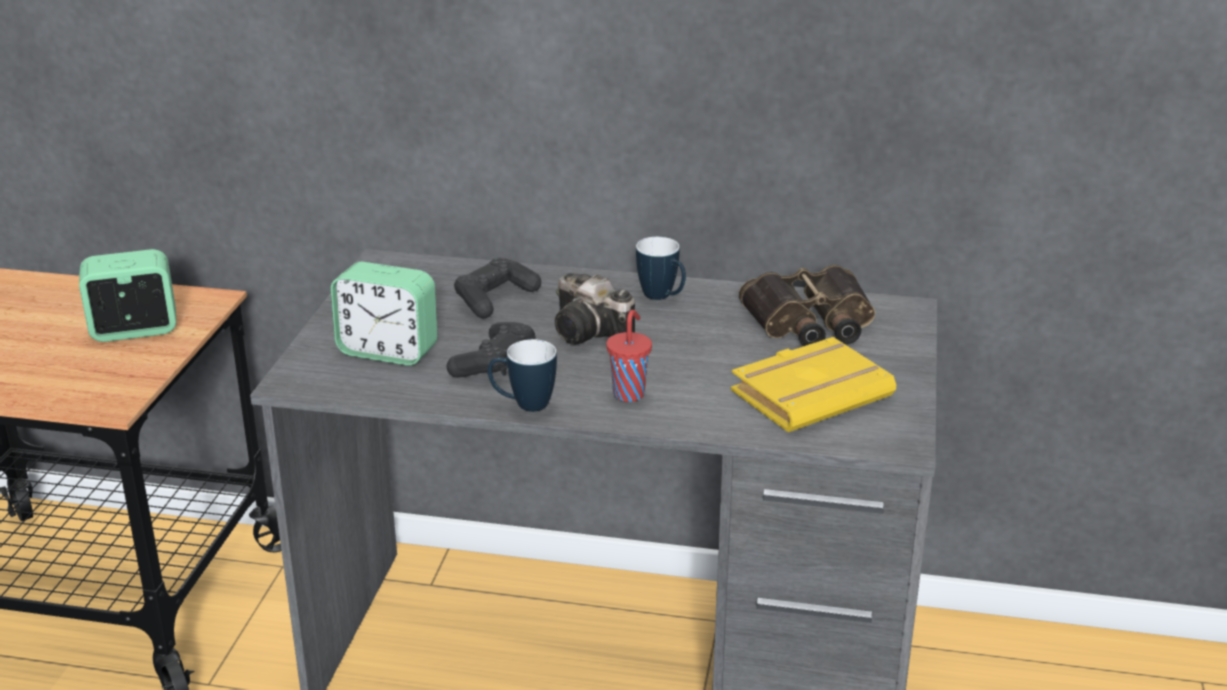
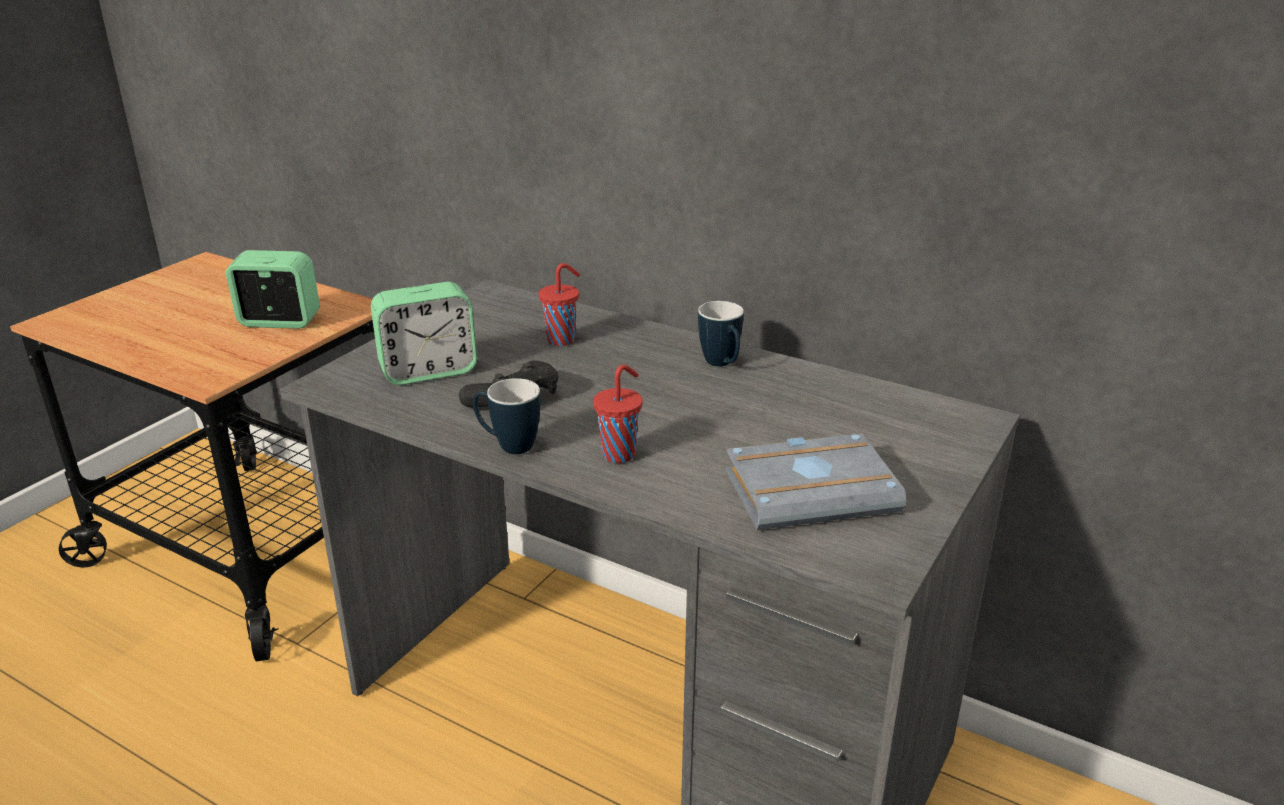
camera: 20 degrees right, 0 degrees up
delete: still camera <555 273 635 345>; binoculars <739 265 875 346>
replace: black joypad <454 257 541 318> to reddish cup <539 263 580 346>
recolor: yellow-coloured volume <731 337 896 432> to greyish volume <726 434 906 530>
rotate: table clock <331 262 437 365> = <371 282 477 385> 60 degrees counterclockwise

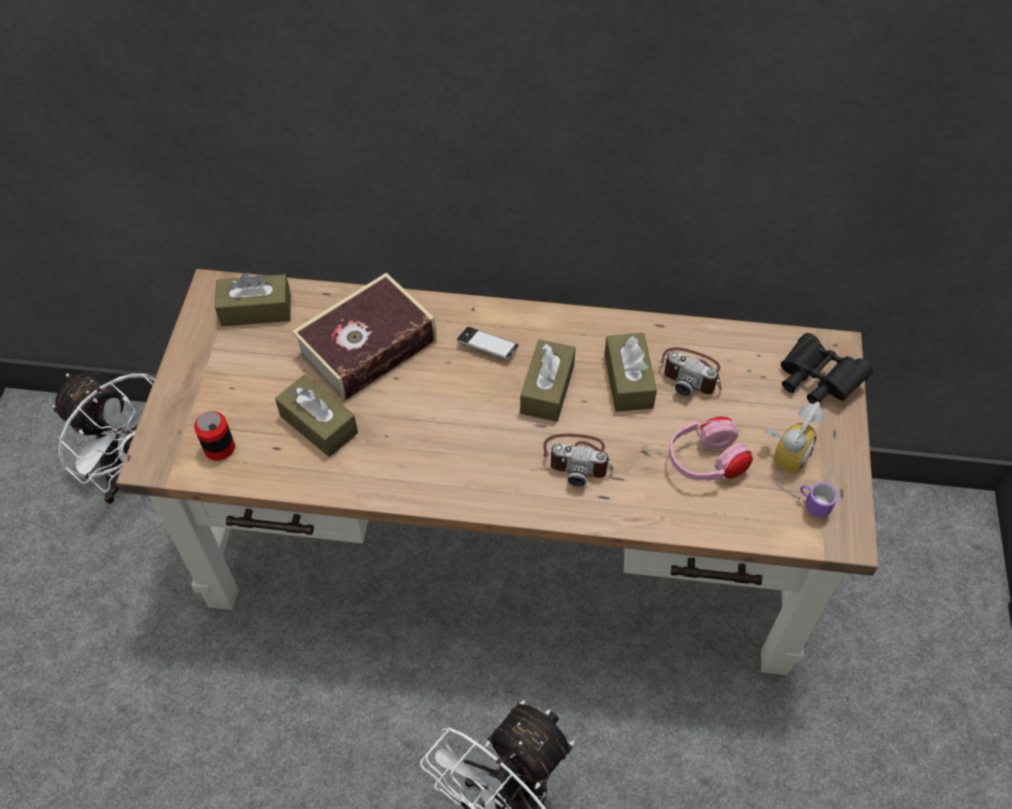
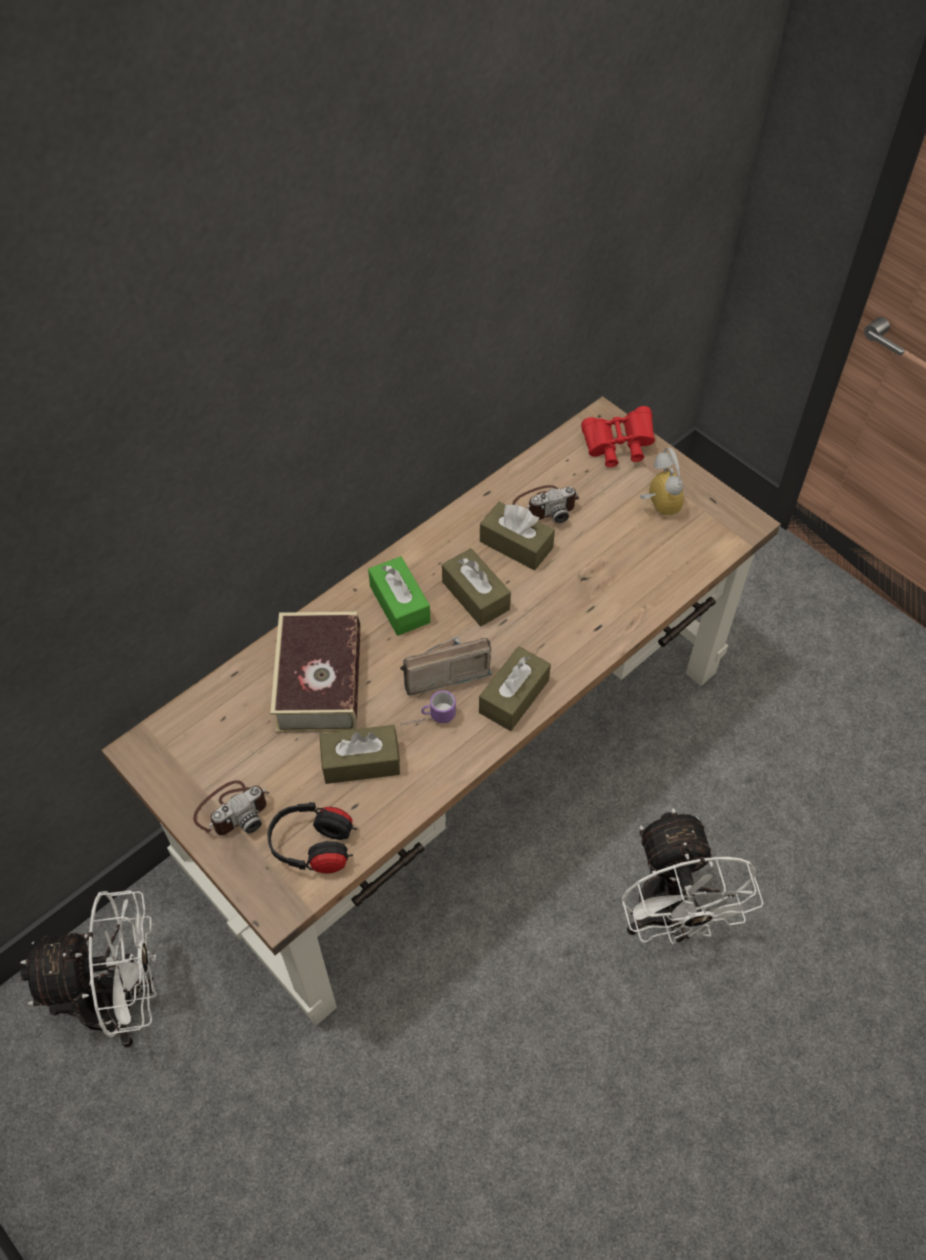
camera: 50 degrees left, 0 degrees up
delete: pink headphones <669 417 754 481>
insert: radio receiver <400 637 492 696>
move: brown-coloured tissue box <215 273 291 326> to <479 646 551 731>; still camera <543 434 613 487> to <193 780 269 835>; mug <776 482 838 518> to <401 690 456 725>
replace: metal can <194 411 235 461> to black headphones <267 802 357 873>; handset <457 327 519 359> to greenish tissue box <368 556 431 636>
recolor: black binoculars <781 333 873 404> to reddish binoculars <581 406 655 467>

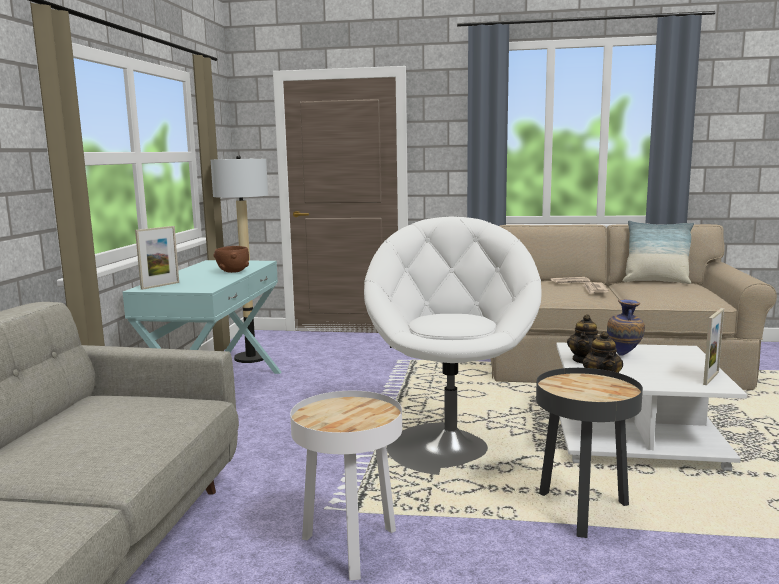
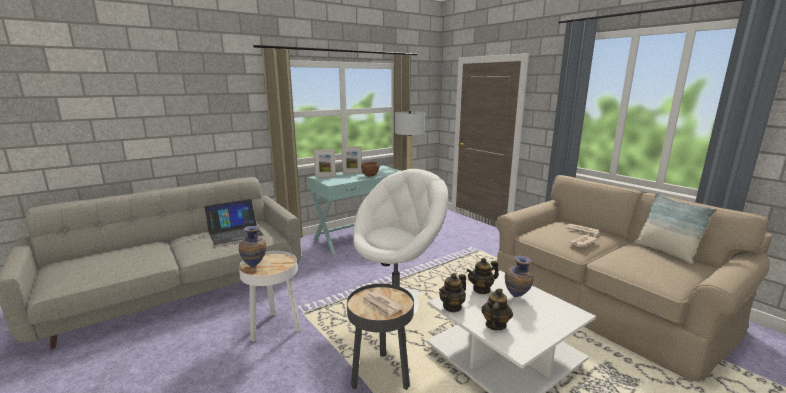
camera: 45 degrees right, 5 degrees up
insert: laptop <205 199 264 245>; flower vase <239 226 266 267>; newspaper <361 290 403 318>; pot for tea <481 289 513 330>
move: photo frame <703 308 724 385> to <342 146 362 174>

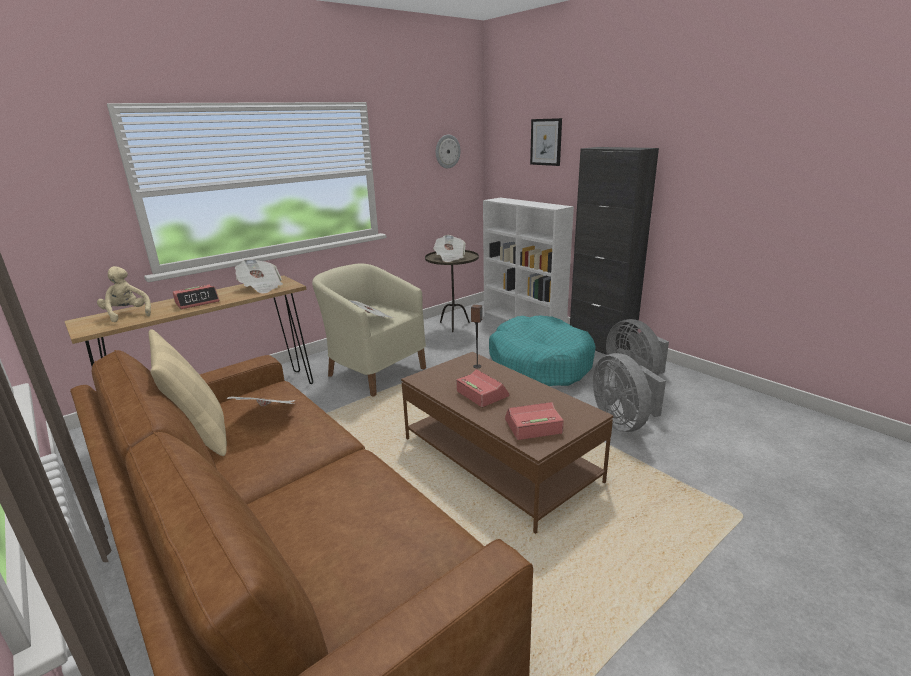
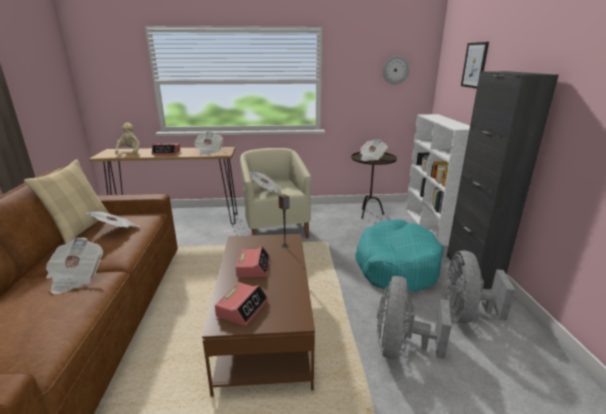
camera: 35 degrees right, 0 degrees up
insert: newspaper <46 238 103 294>
rotate: table clock <505 402 564 440> = <215 282 268 326> 90 degrees clockwise

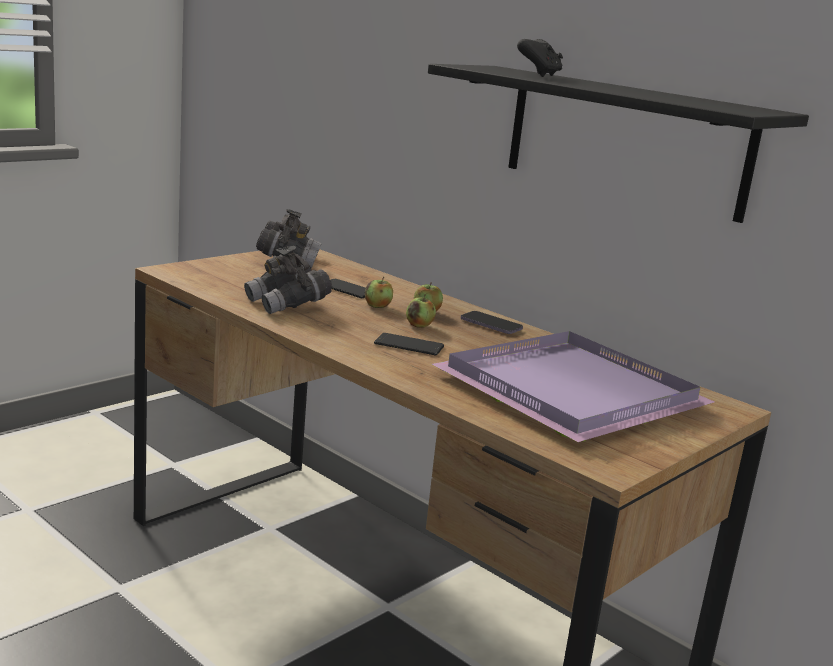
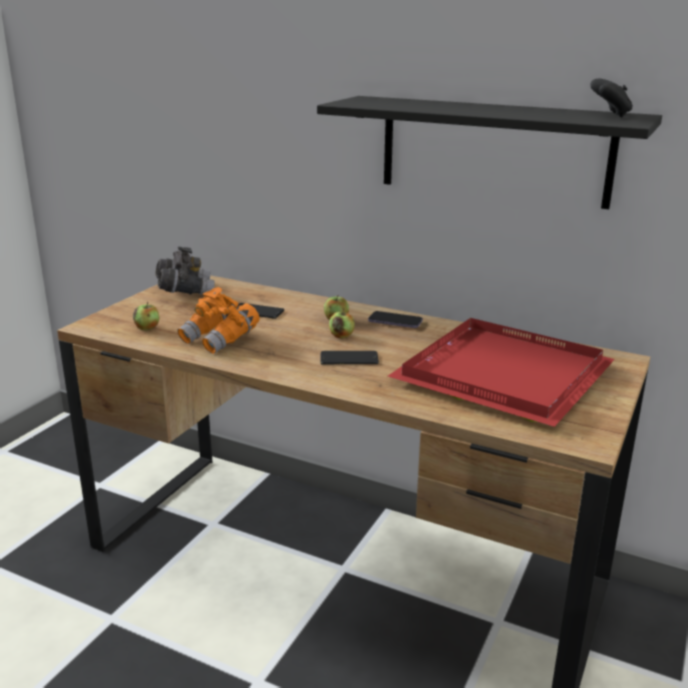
camera: 15 degrees left, 5 degrees up
move: whole apple <365 277 393 308> to <133 302 160 330>; black joypad <517 39 563 77> to <591 79 633 118>
recolor: greyish binoculars <244 246 332 314> to orange-coloured binoculars <177 287 260 354>; purple carrying tray <432 331 714 442> to reddish carrying tray <388 318 615 427>

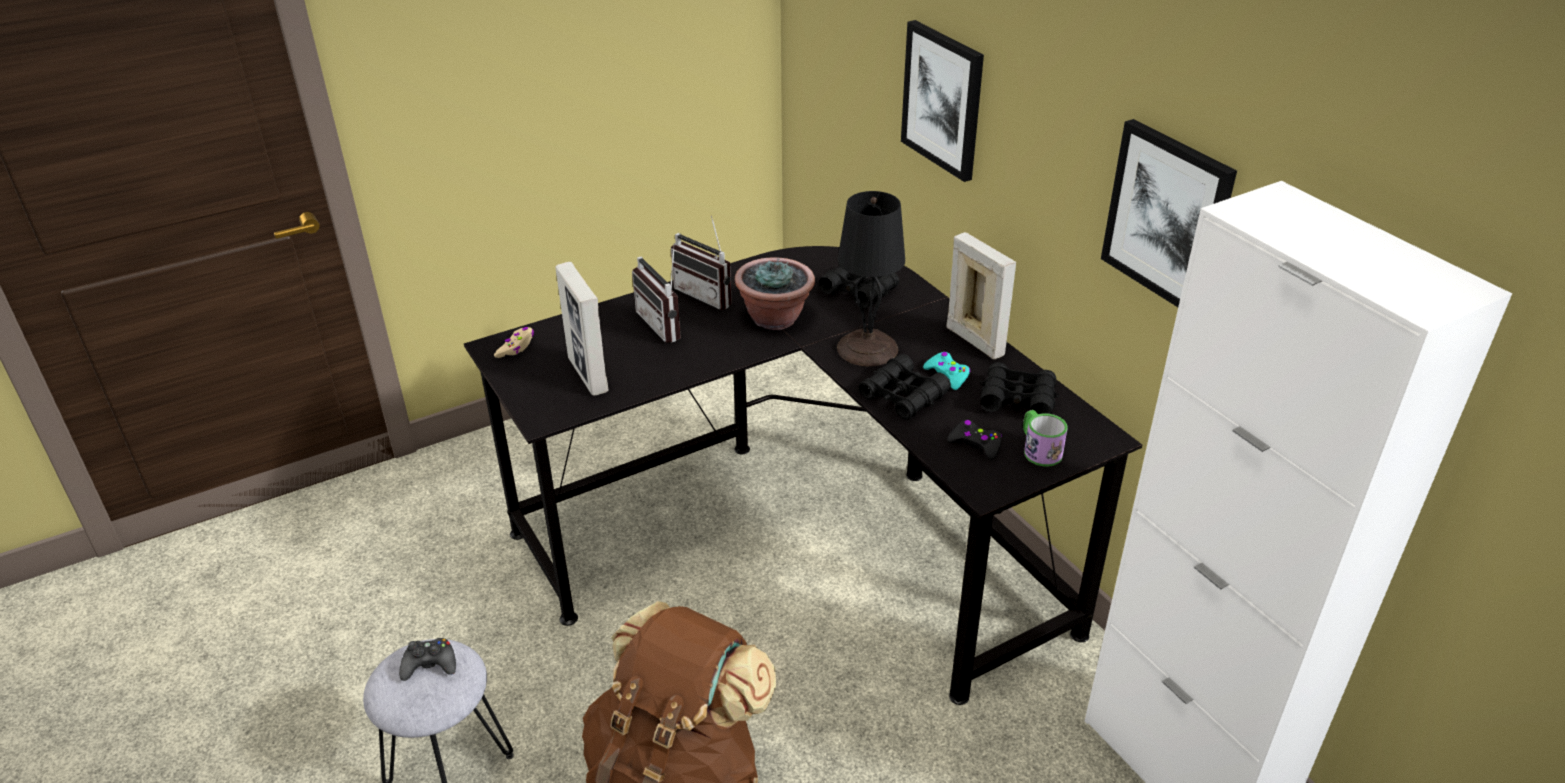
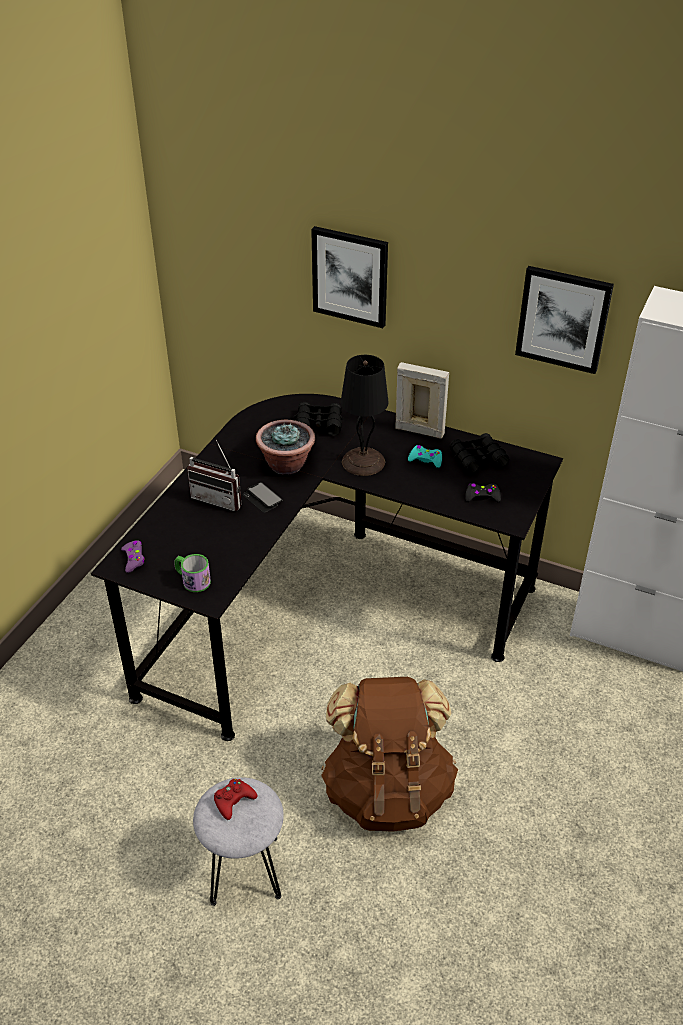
camera: 35 degrees left, 5 degrees up
delete: photo frame <555 262 609 396>; radio receiver <671 216 732 310>; black binoculars <859 354 951 420>
insert: handset <242 482 283 512>
move: mug <1023 410 1068 466> to <174 554 211 592>
recolor: black joypad <399 638 456 681> to reddish joypad <214 779 257 820>; beige-coloured joypad <494 327 534 358> to purple joypad <121 540 145 573>

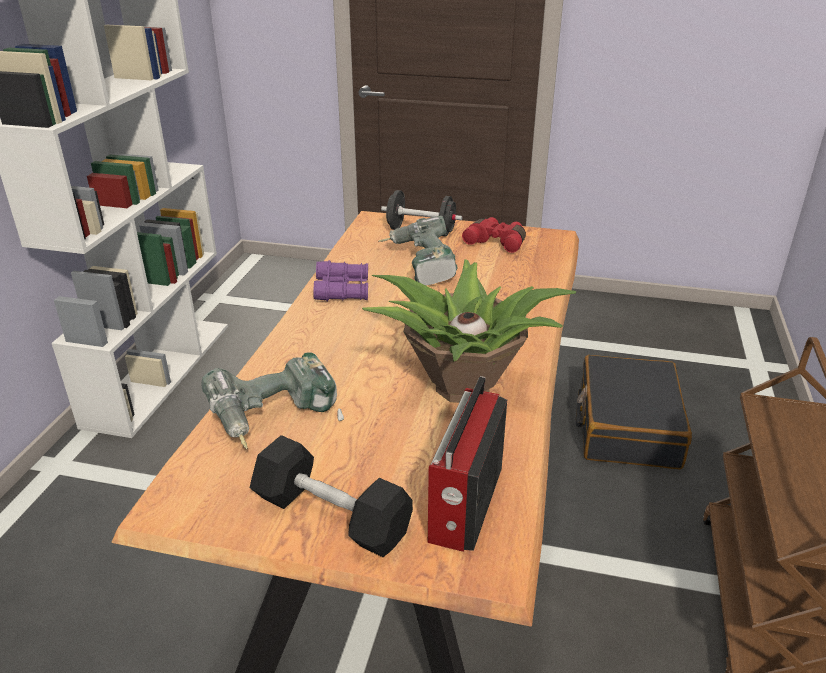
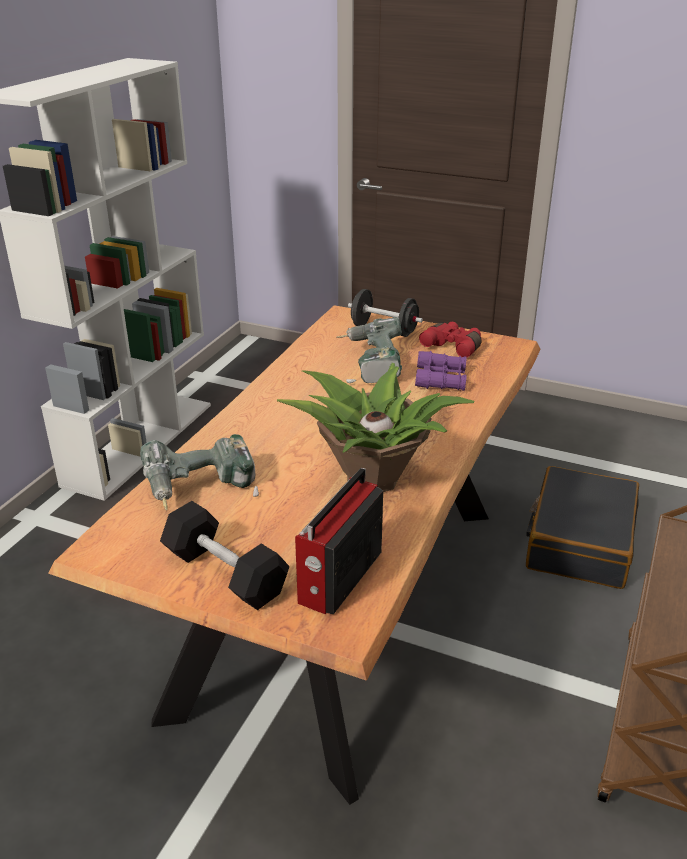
camera: 10 degrees right, 0 degrees up
move: purple binoculars <314 260 368 301> to <415 351 467 391>

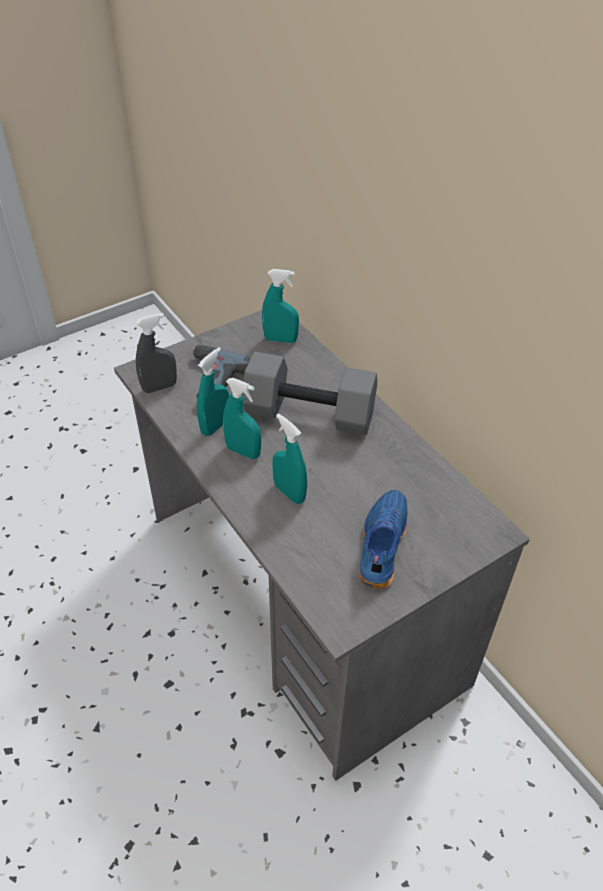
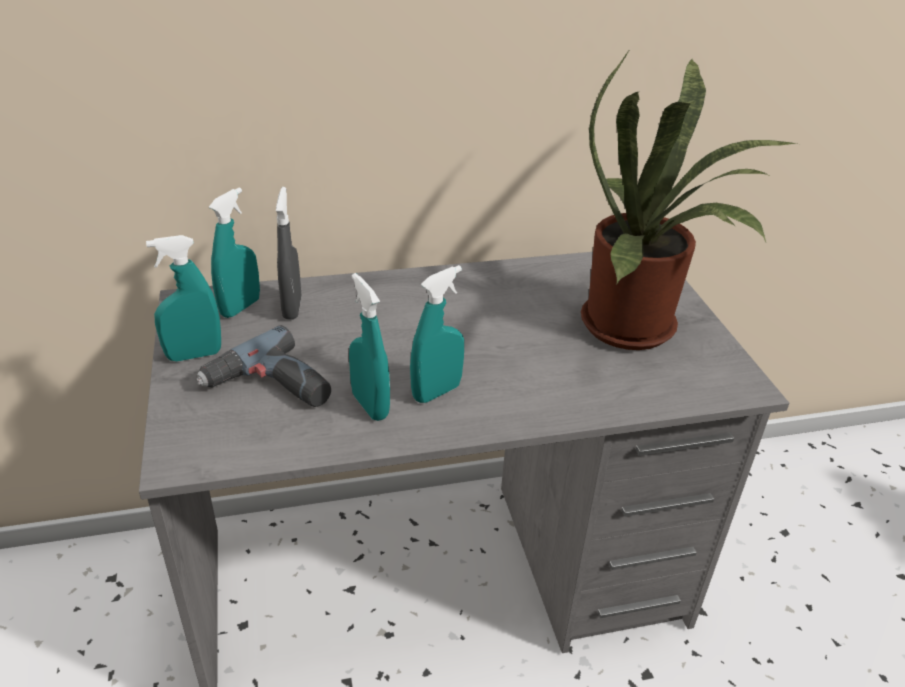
camera: 70 degrees left, 10 degrees down
delete: greyish hand weight <242 352 377 435>
move: greyish hand sprayer <136 313 177 393> to <276 187 301 320>; turquoise-coloured hand sprayer <272 414 307 504> to <146 235 221 362>
replace: bluish low shoe <359 489 408 589> to houseplant <581 49 797 350>

